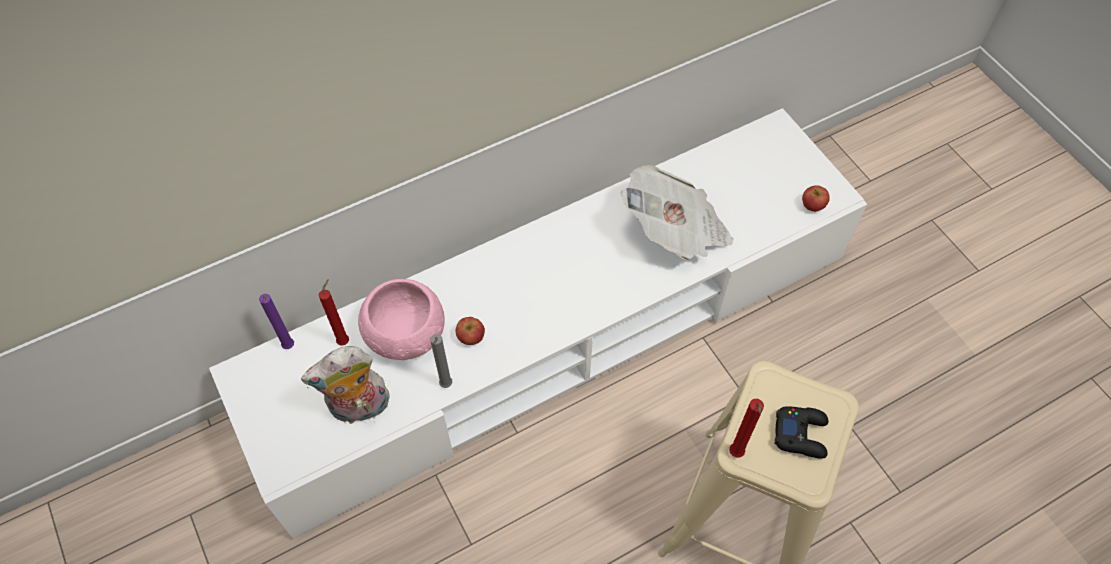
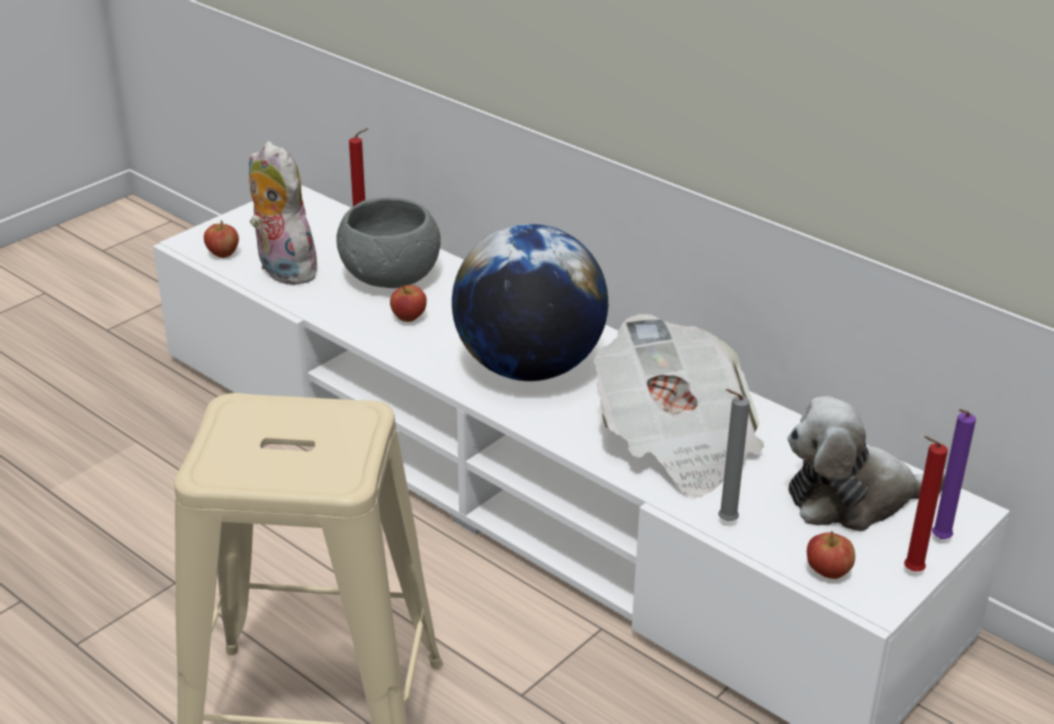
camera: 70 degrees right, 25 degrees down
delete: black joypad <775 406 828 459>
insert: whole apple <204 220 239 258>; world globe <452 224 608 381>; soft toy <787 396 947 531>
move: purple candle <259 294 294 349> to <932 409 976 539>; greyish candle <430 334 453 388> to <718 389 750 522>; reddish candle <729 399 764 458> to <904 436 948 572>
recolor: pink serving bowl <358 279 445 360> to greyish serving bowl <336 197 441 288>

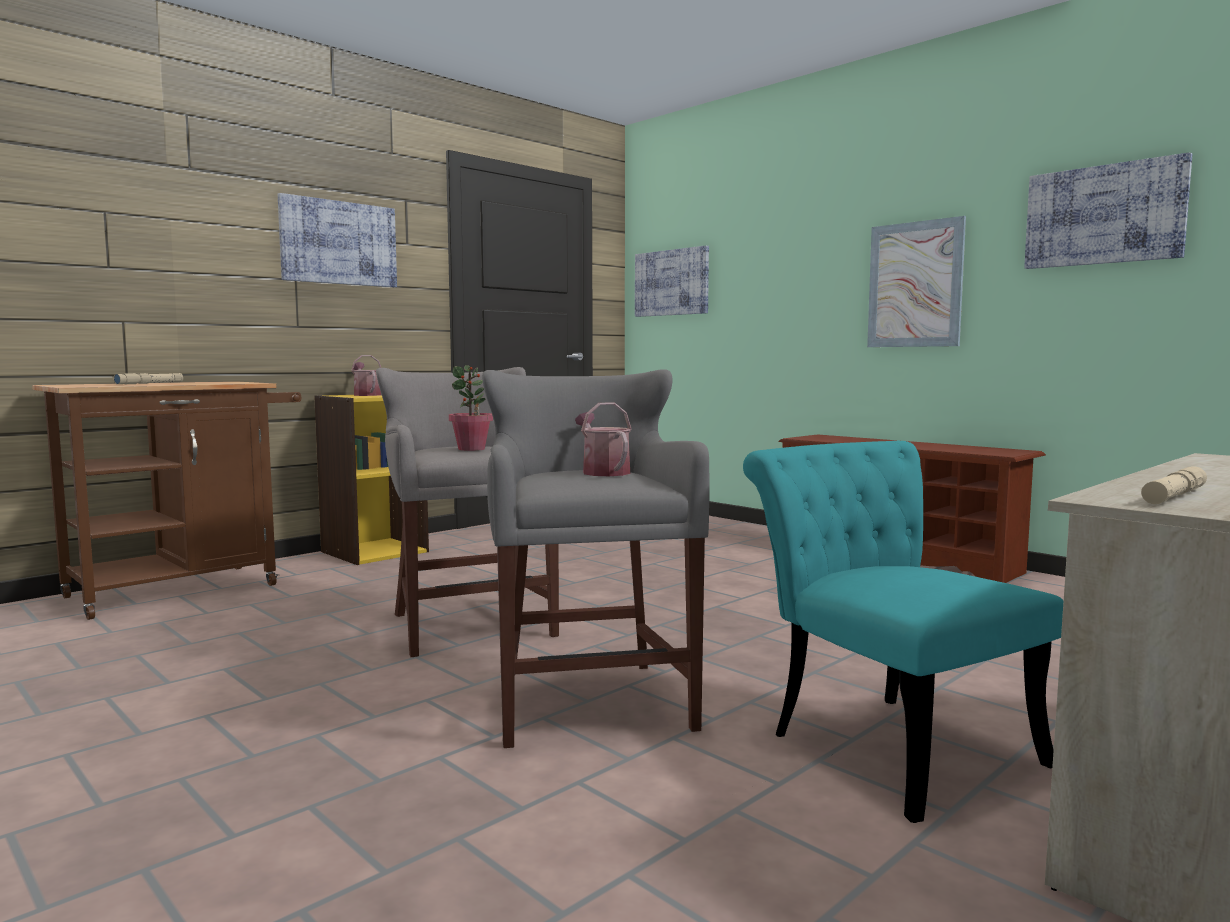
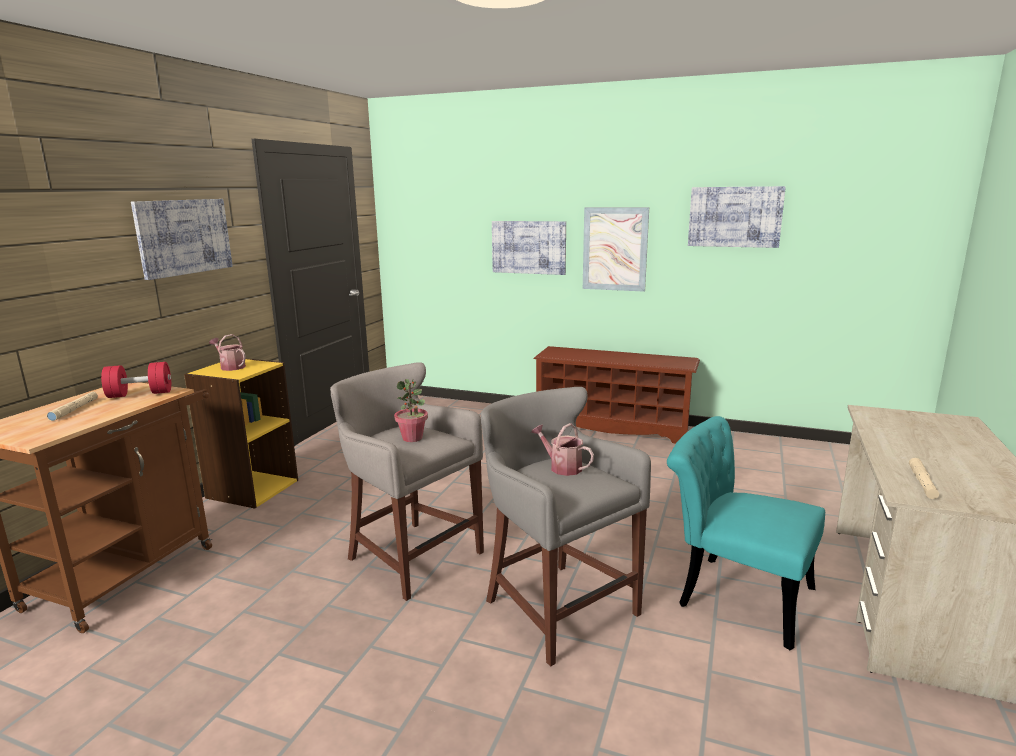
camera: 25 degrees left, 10 degrees up
insert: reddish hand weight <101 362 171 398>
move: wall picture <635 246 709 317> to <492 221 566 275>

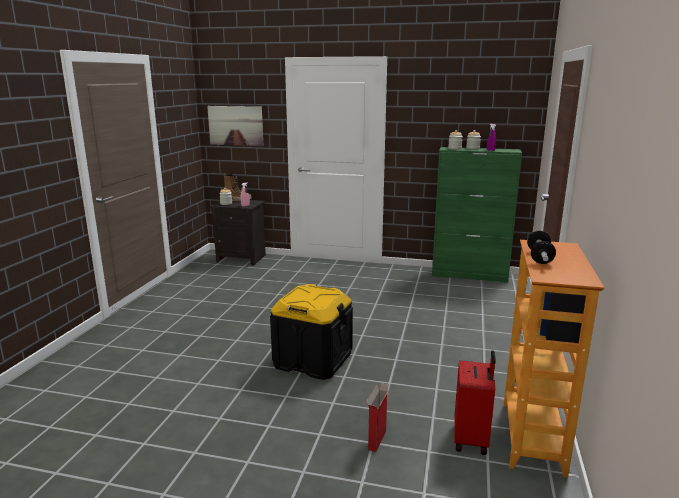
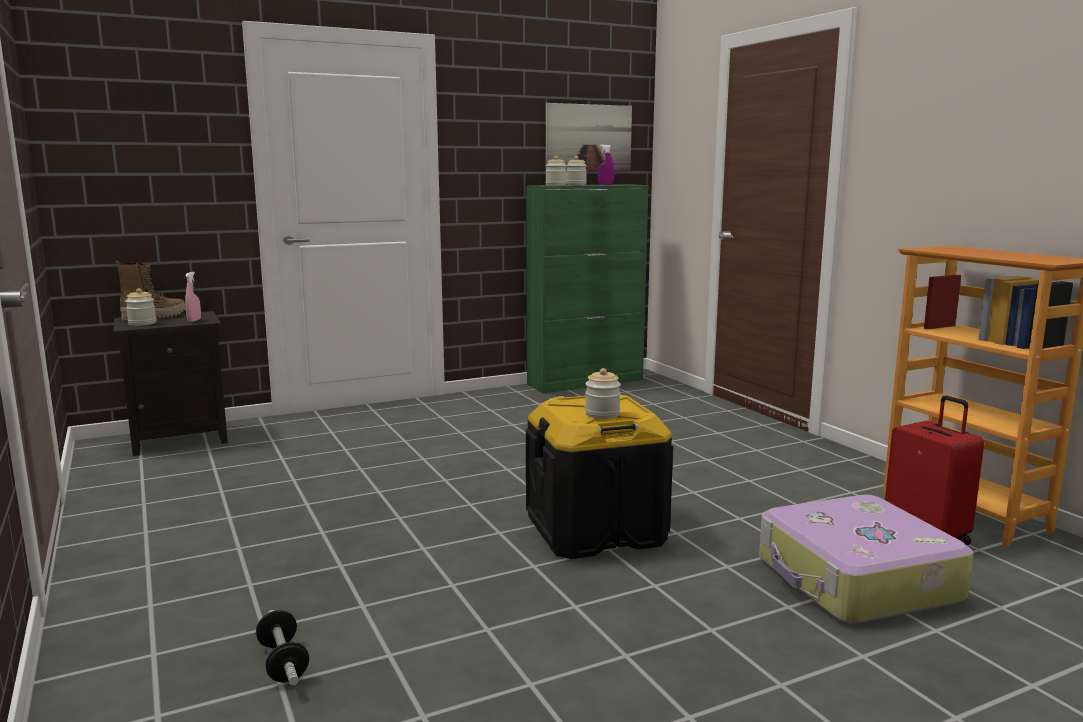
camera: 40 degrees left, 5 degrees down
insert: storage jar <585 368 621 419>
move: wall picture <207 106 263 146> to <546 103 632 171>; hand weight <527 231 556 264> to <256 610 309 685>
replace: carton <366 383 390 452> to travel case <759 495 973 624>

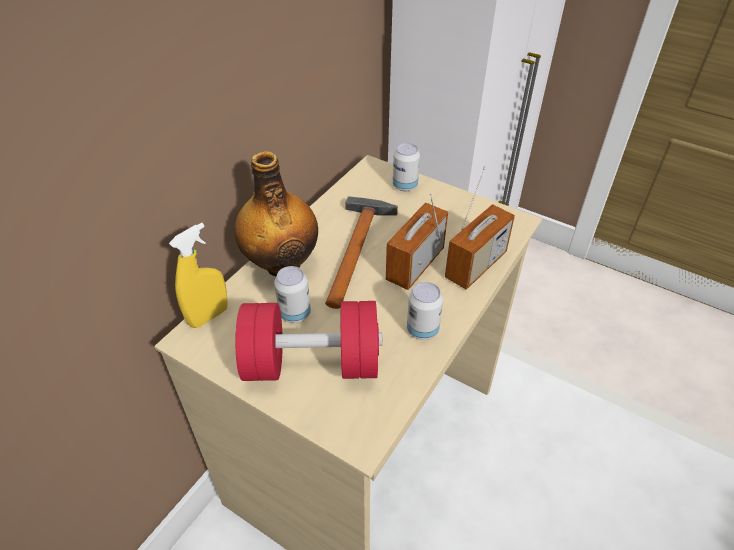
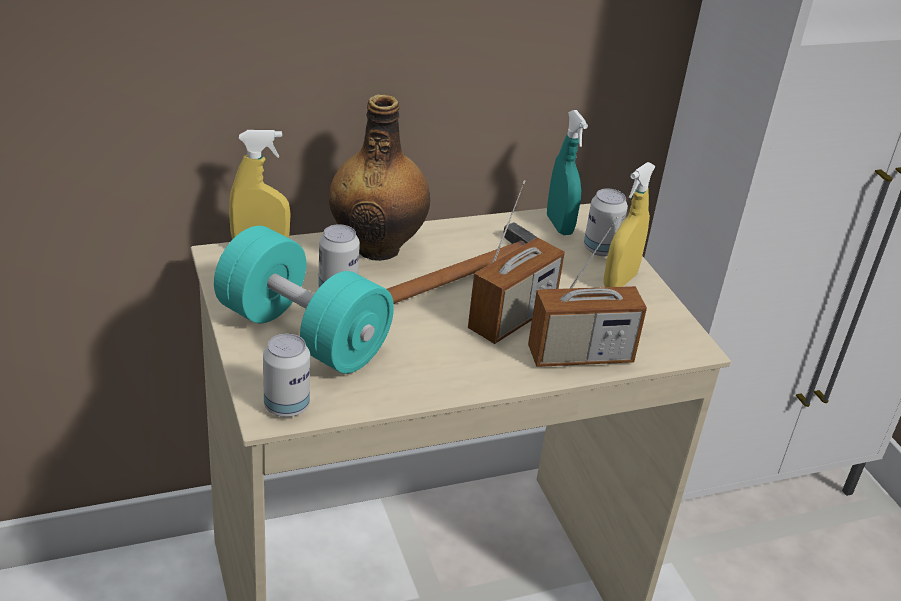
camera: 35 degrees right, 10 degrees down
insert: turquoise-coloured hand sprayer <547 110 588 235>; yellow-coloured hand sprayer <604 162 656 287>
move: metal can <407 282 443 340> to <263 334 310 417>
recolor: reddish hand weight <235 301 382 381> to turquoise-coloured hand weight <214 226 394 374>
rotate: radio receiver <386 192 448 290> = <468 180 565 344> 150 degrees clockwise

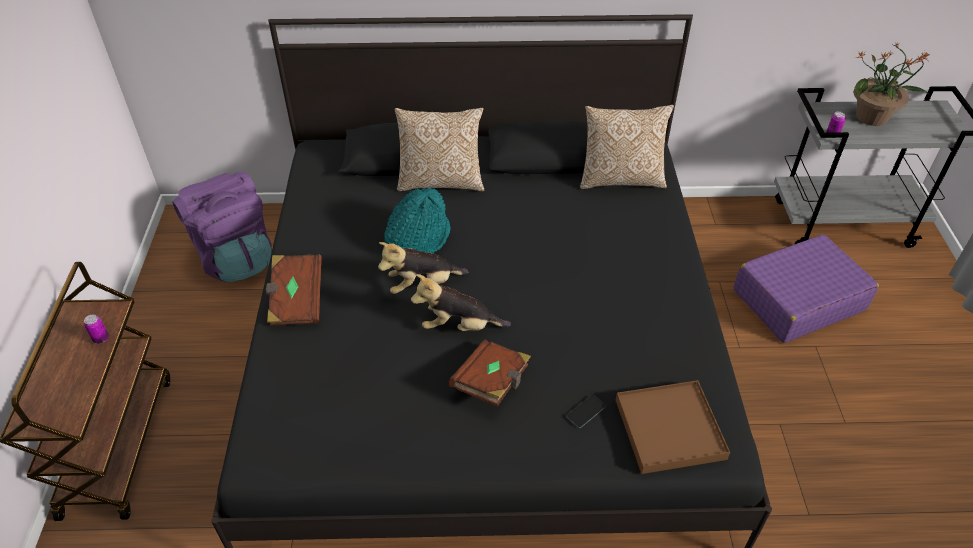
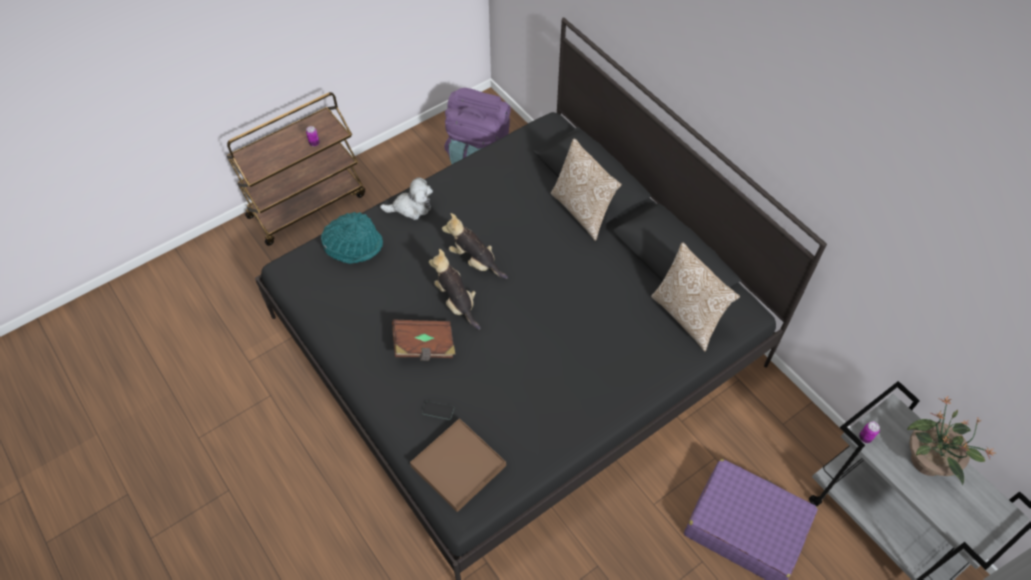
camera: 55 degrees right, 10 degrees up
move: turquoise-coloured hat <384 188 451 253> to <321 212 383 264>
replace: brown-coloured volume <266 254 322 326> to soft toy <380 177 433 220>

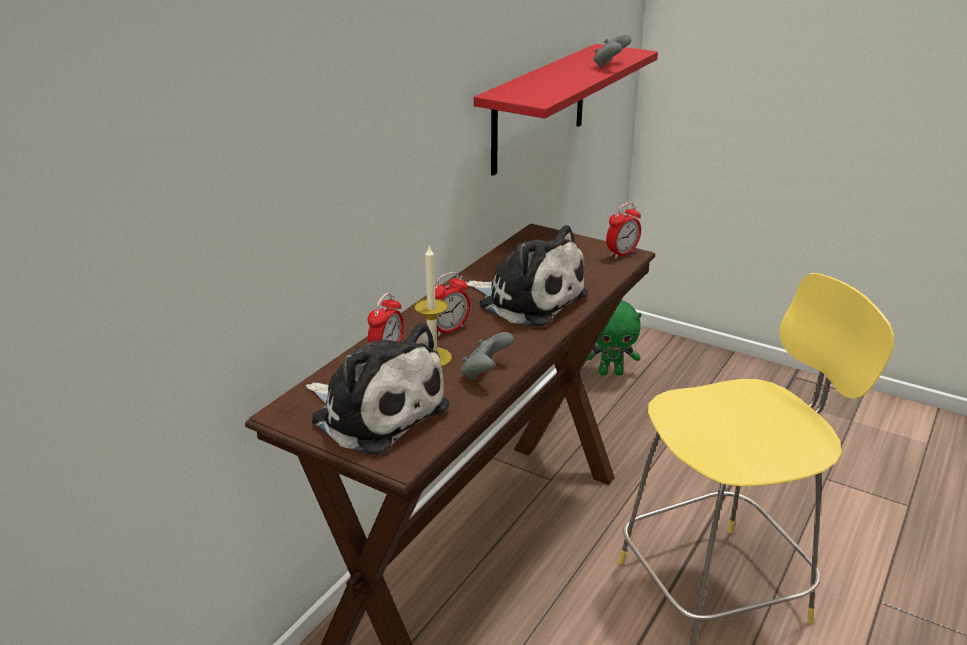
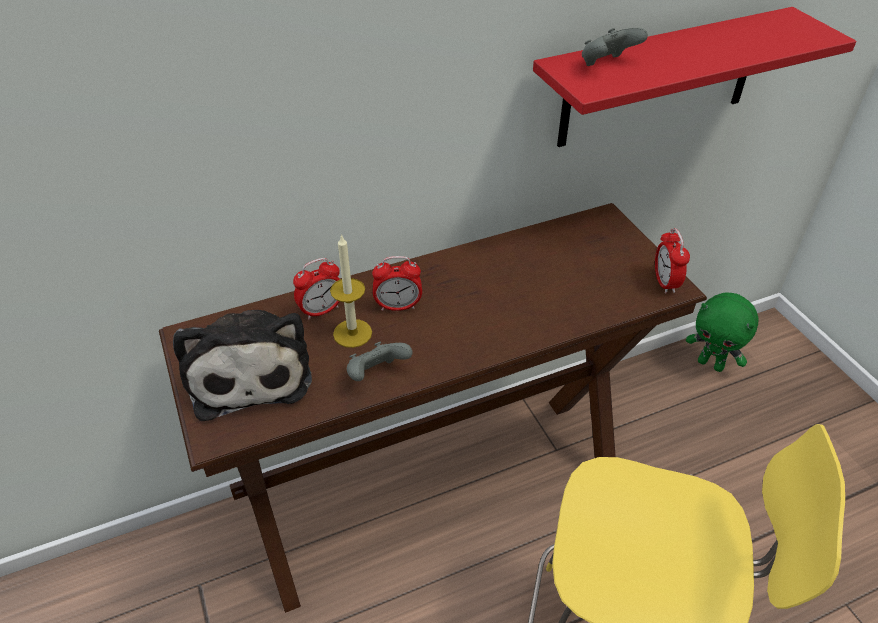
camera: 35 degrees right, 15 degrees up
delete: soft toy <465 225 588 326>
move: greyish joypad <593 35 631 68> to <582 28 648 66>
rotate: table clock <606 202 641 259> = <655 228 690 294> 90 degrees clockwise

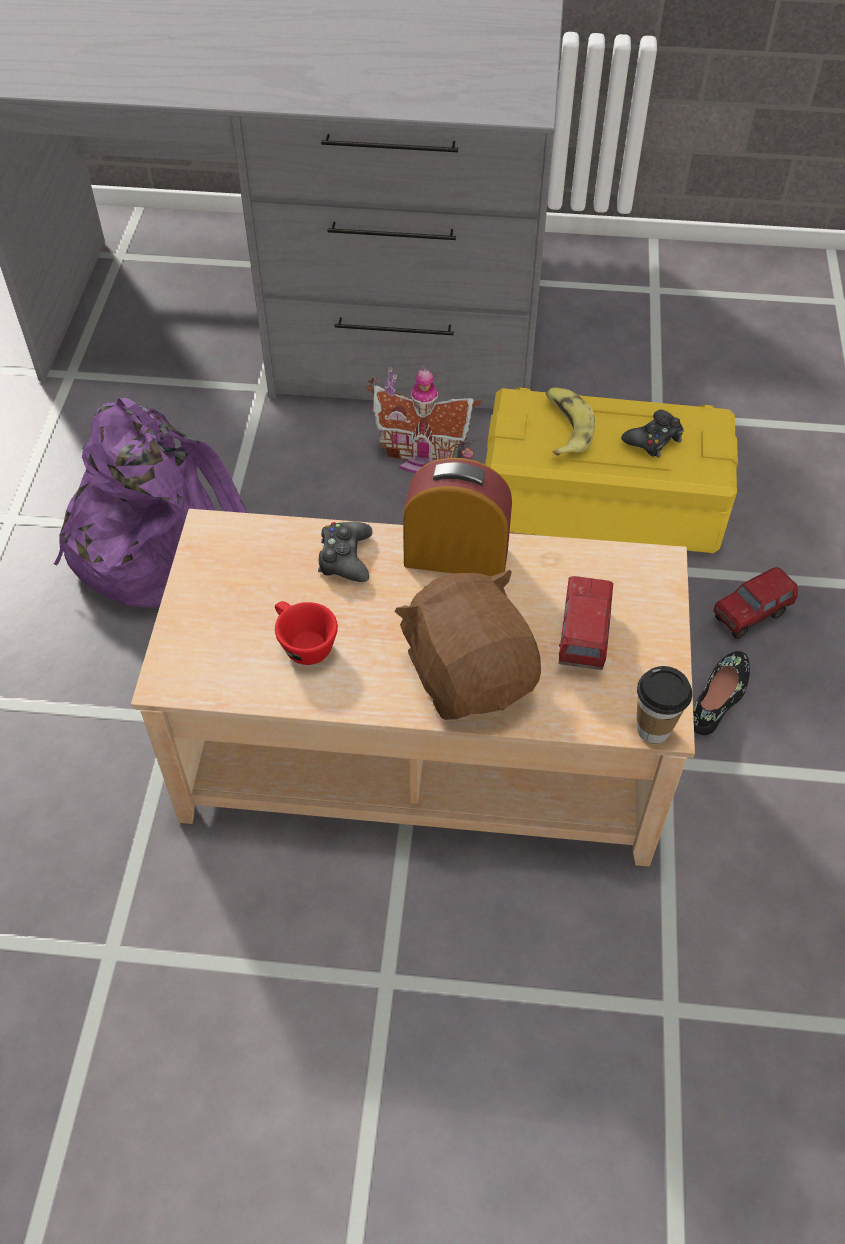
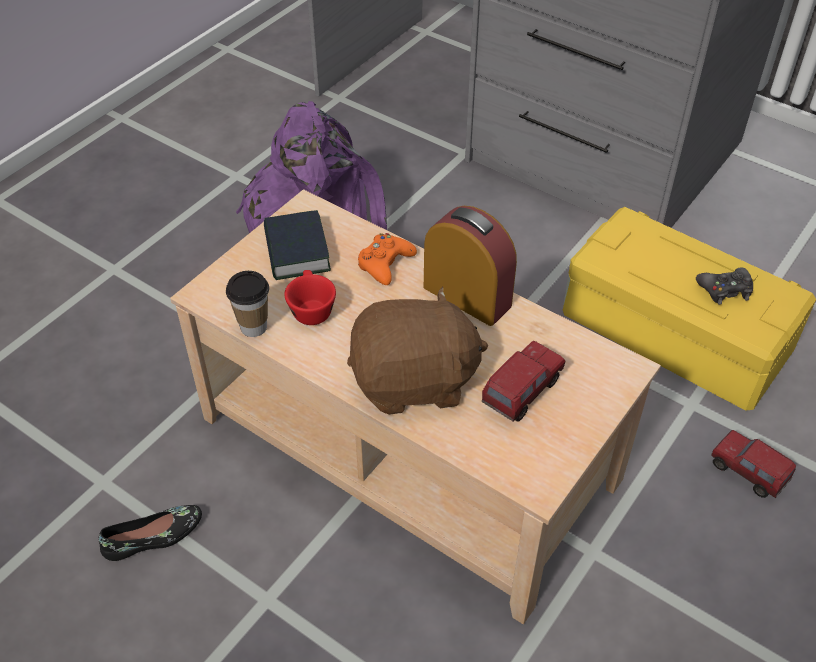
camera: 30 degrees right, 5 degrees down
delete: model house <366 365 481 473>; banana <546 387 595 456>
insert: volume <264 210 331 280>
move: cup <637 666 692 744> to <226 271 269 337>; black low shoe <693 651 750 735> to <99 505 202 561>
recolor: black joypad <318 522 373 582> to orange-coloured joypad <358 233 417 285>
rotate: brown-coloured soft toy <394 570 541 720> = <347 287 489 415> 75 degrees clockwise; model truck <714 567 798 639> = <711 430 796 498> 45 degrees clockwise

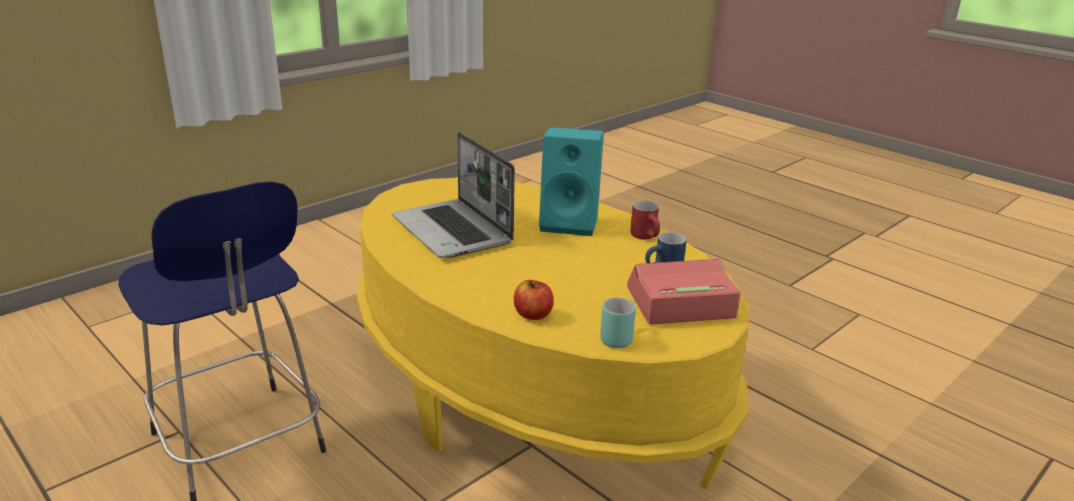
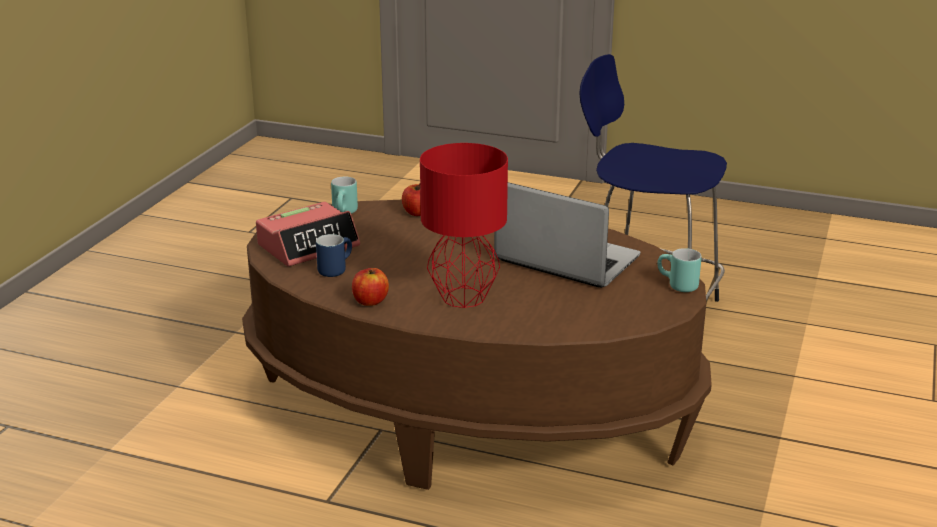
camera: 155 degrees right, 0 degrees up
insert: turquoise-coloured mug <658 248 701 292>
replace: turquoise-coloured speaker <539 127 604 236> to reddish tabletop lamp <420 143 508 308>; reddish mug <630 201 660 239> to whole apple <352 268 389 306>
recolor: yellow-coloured low table <357 178 749 489> to brown-coloured low table <242 200 712 490>

